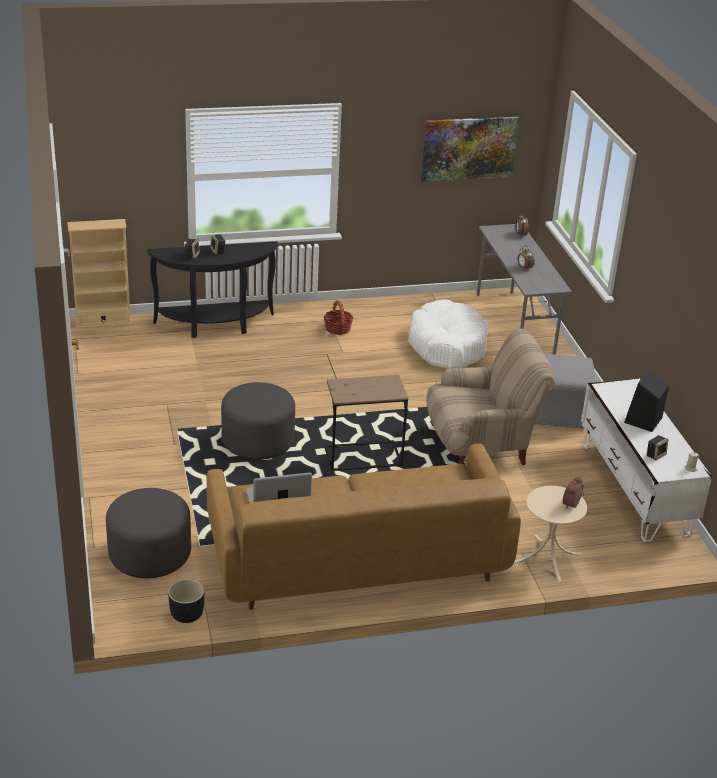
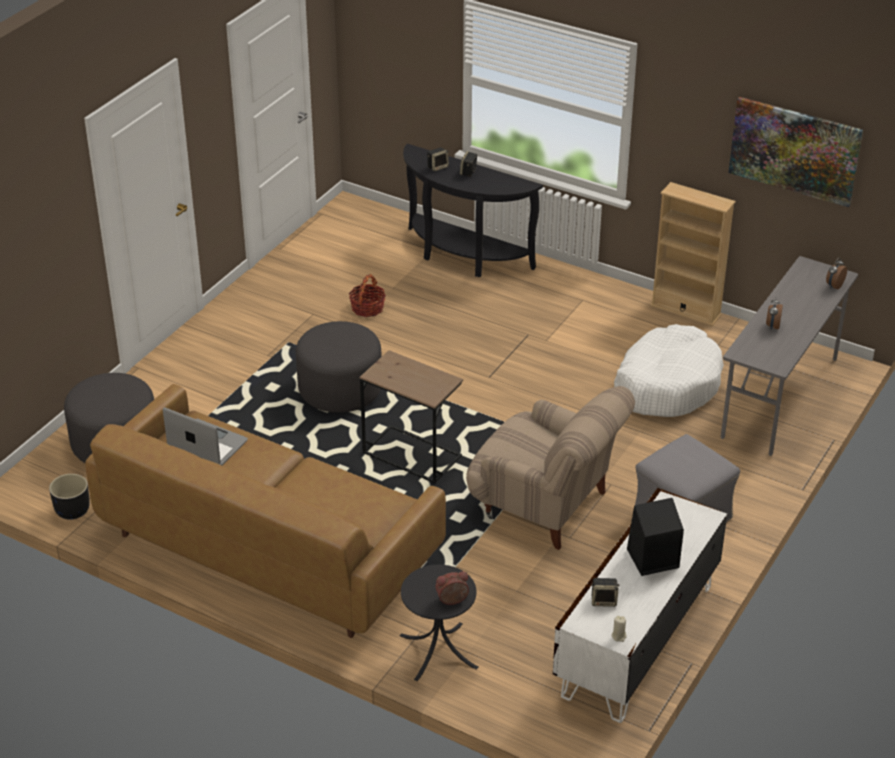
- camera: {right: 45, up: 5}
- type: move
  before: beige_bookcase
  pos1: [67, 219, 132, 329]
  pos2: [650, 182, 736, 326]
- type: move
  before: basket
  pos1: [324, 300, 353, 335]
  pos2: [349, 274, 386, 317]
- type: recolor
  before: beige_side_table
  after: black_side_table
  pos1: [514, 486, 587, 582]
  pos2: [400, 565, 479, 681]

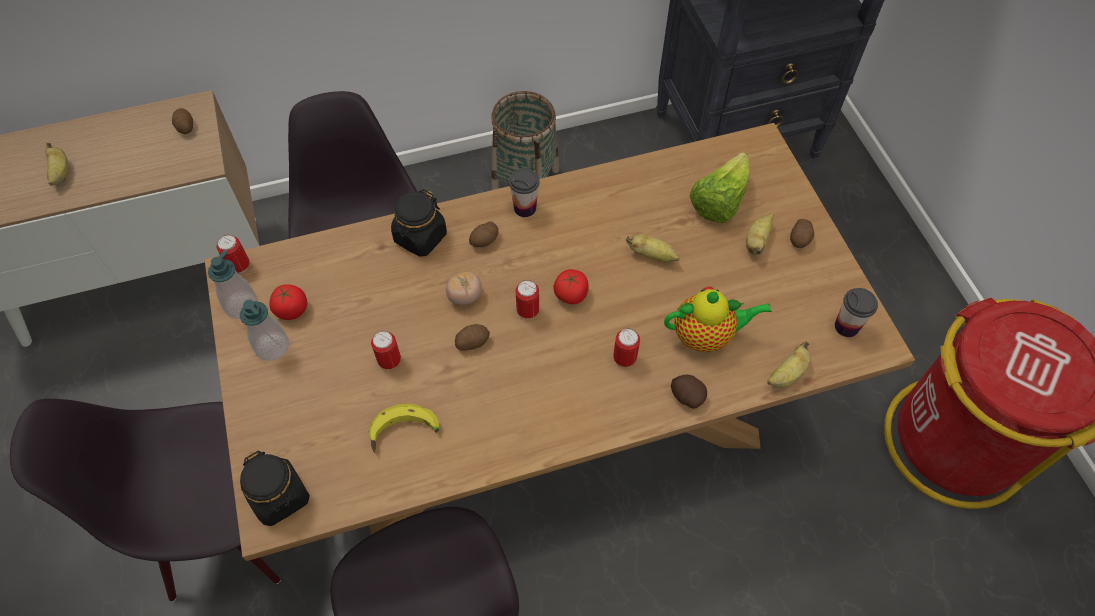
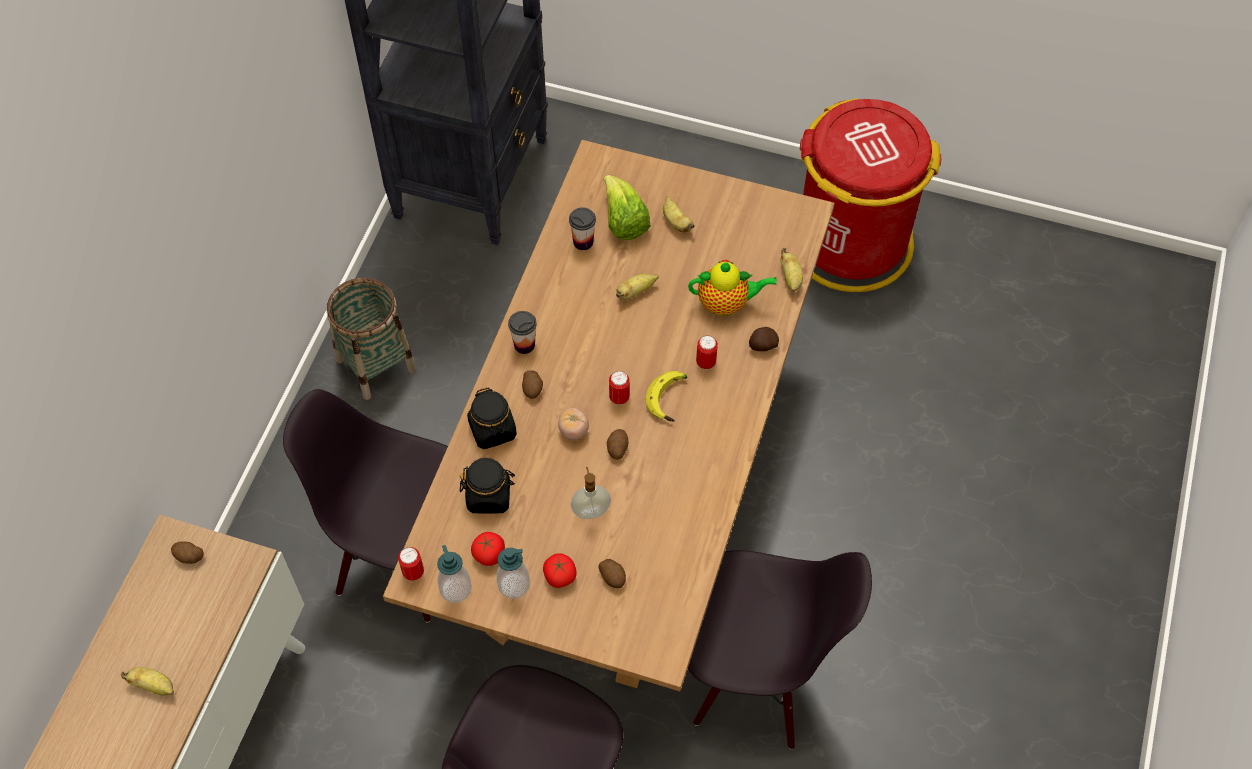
- camera: {right: -55, up: 0}
- type: move
  before: black_jar
  pos1: [240, 451, 310, 526]
  pos2: [460, 458, 515, 514]
- type: move
  before: banana
  pos1: [369, 404, 439, 453]
  pos2: [645, 371, 687, 421]
- type: move
  before: tomato
  pos1: [554, 269, 589, 304]
  pos2: [543, 553, 577, 588]
- type: move
  before: potato
  pos1: [790, 219, 814, 248]
  pos2: [598, 559, 626, 588]
- type: move
  before: cup
  pos1: [835, 288, 878, 337]
  pos2: [569, 207, 596, 250]
- type: replace
  before: can
  after: soap_dispenser
  pos1: [371, 331, 401, 369]
  pos2: [571, 467, 611, 519]
- type: rotate
  before: teapot
  pos1: [664, 287, 772, 352]
  pos2: [688, 260, 777, 316]
  turn: 60

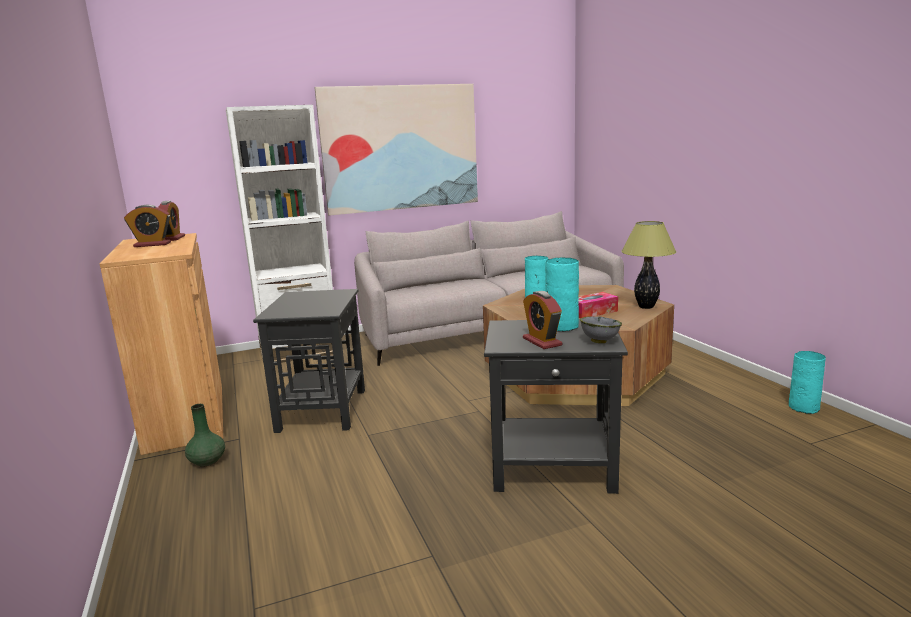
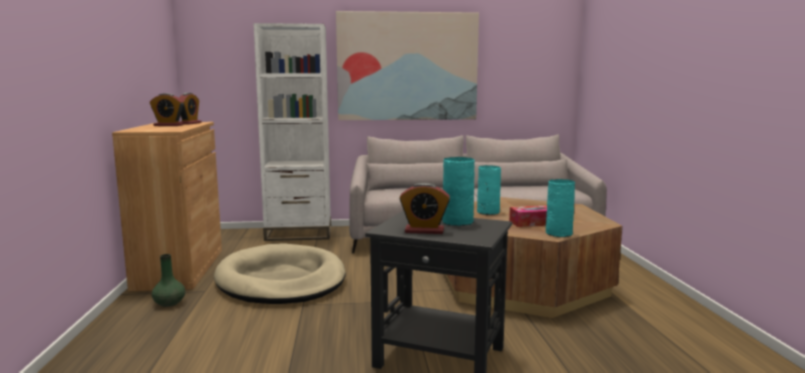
- camera: {right: 15, up: -5}
- type: delete
  before: grey_bowl
  pos1: [580, 317, 622, 343]
- type: delete
  before: table_lamp
  pos1: [621, 221, 676, 309]
- type: move
  before: turquoise_vase
  pos1: [789, 351, 826, 414]
  pos2: [546, 179, 575, 237]
- type: replace
  before: black_side_table
  after: beige_dog_bed
  pos1: [253, 289, 365, 433]
  pos2: [214, 243, 346, 304]
- type: rotate
  before: alarm_clock
  pos1: [523, 291, 562, 349]
  pos2: [399, 183, 450, 234]
  turn: -75

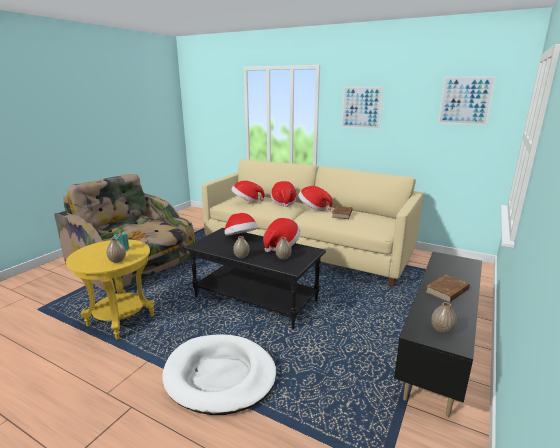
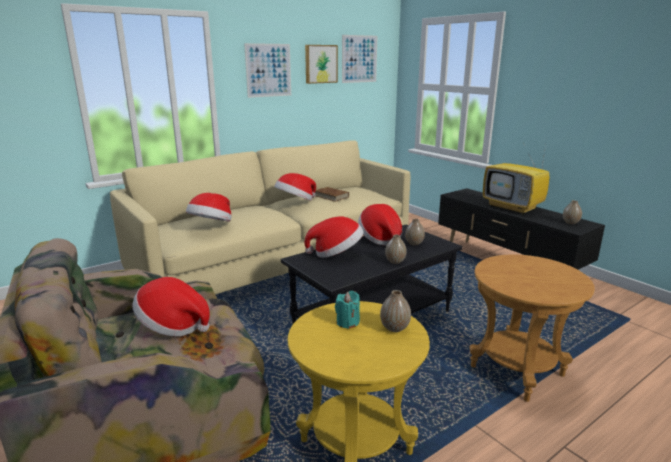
- camera: {right: -65, up: 0}
- type: insert
  after: picture
  pos2: [305, 45, 338, 84]
- type: move
  before: hat
  pos1: [271, 181, 297, 207]
  pos2: [132, 277, 210, 336]
- type: replace
  before: white_dog_bed
  after: brown_side_table
  pos1: [162, 334, 277, 415]
  pos2: [469, 255, 595, 402]
- type: replace
  before: brown_book
  after: television
  pos1: [426, 274, 470, 302]
  pos2: [483, 142, 550, 214]

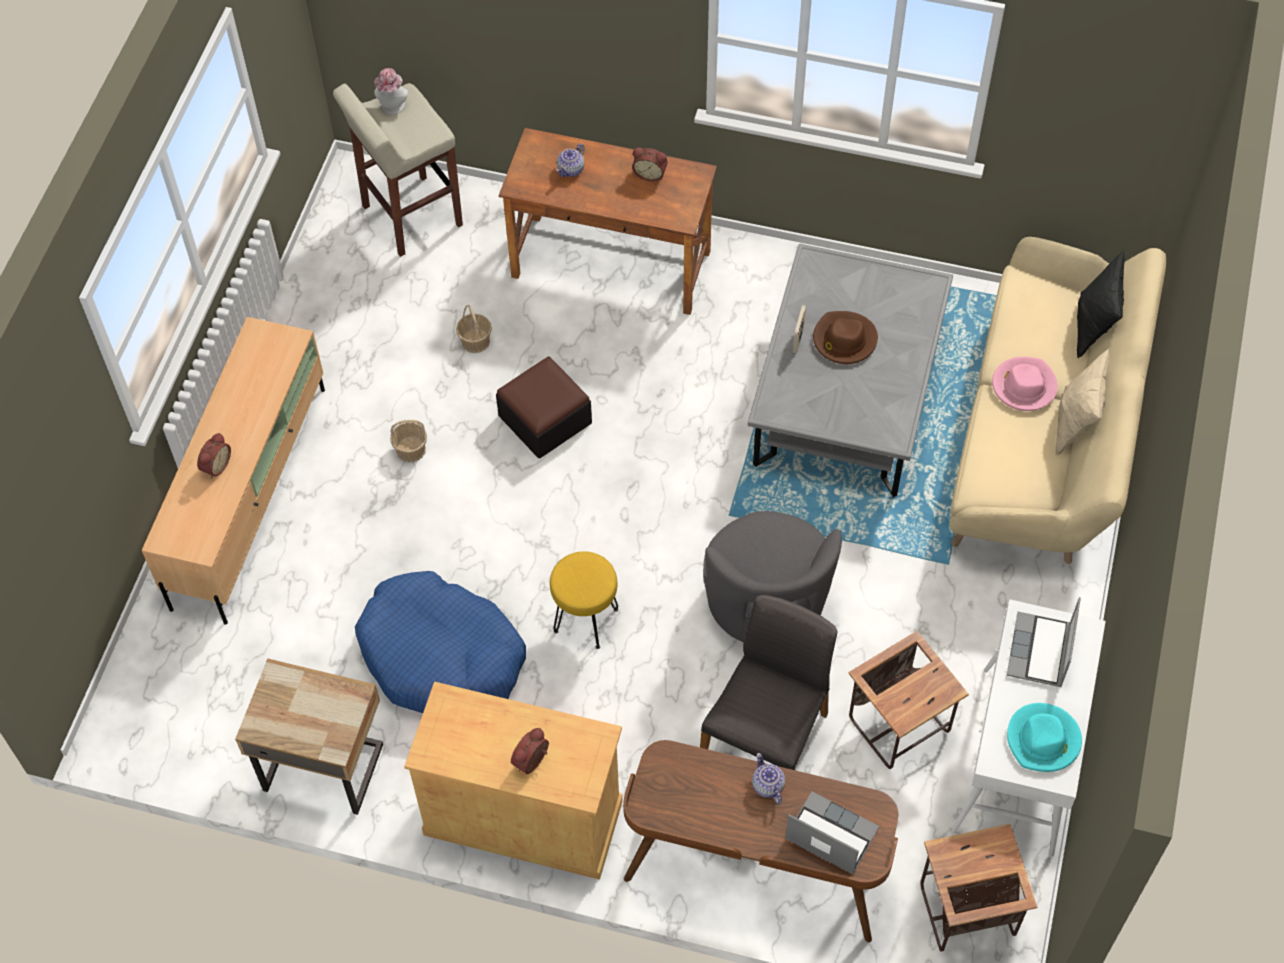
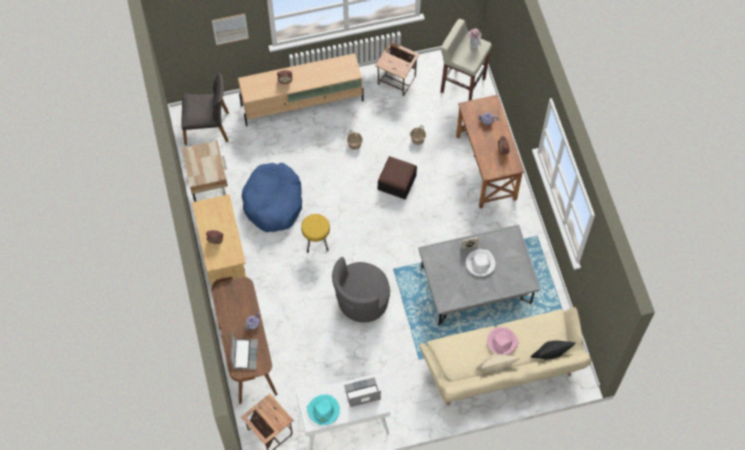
- camera: {right: 60, up: 5}
- type: insert
  after: picture
  pos2: [212, 14, 249, 45]
- type: move
  before: grey_chair
  pos1: [700, 595, 837, 770]
  pos2: [181, 73, 229, 145]
- type: move
  before: side_table
  pos1: [849, 631, 969, 769]
  pos2: [375, 41, 420, 96]
- type: recolor
  before: brown_hat
  after: white_hat
  pos1: [813, 311, 878, 364]
  pos2: [466, 249, 495, 276]

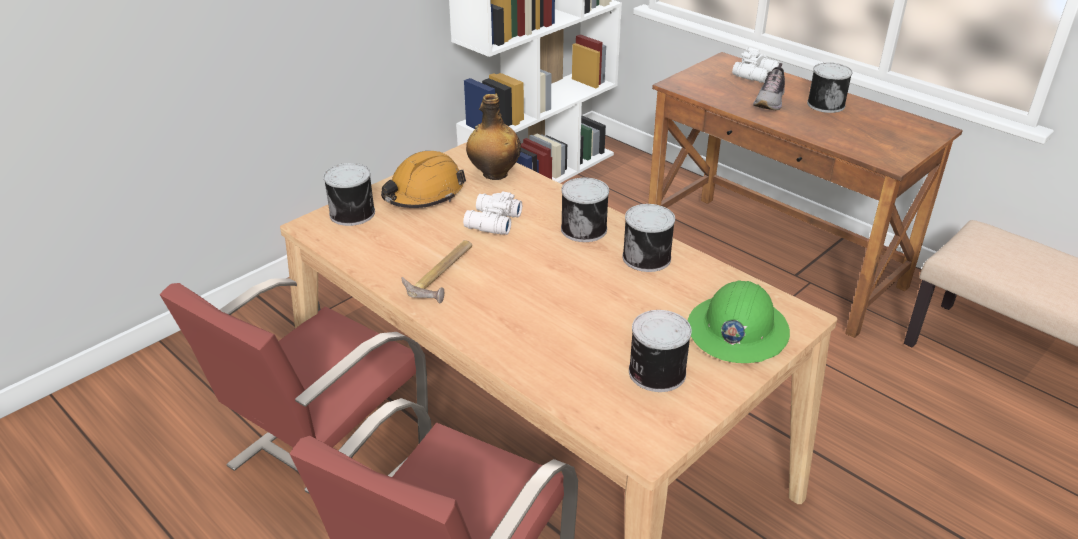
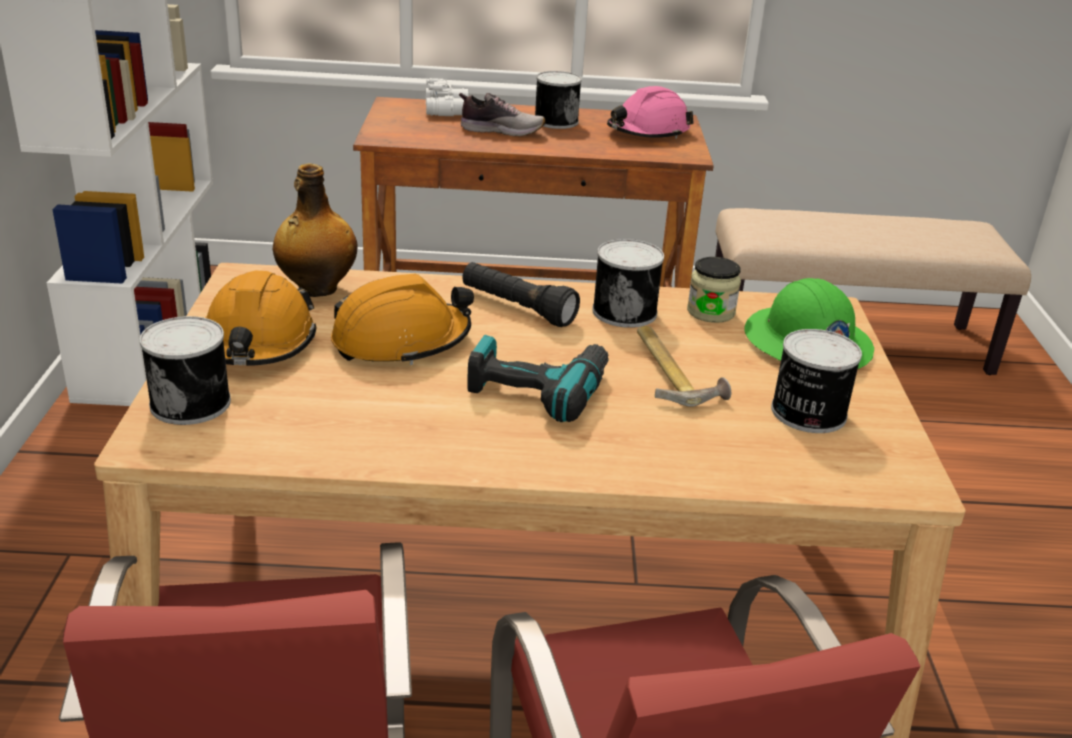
- camera: {right: -45, up: -5}
- type: insert
  after: power_drill
  pos2: [467, 335, 609, 422]
- type: insert
  after: pink_hard_hat
  pos2: [607, 86, 694, 139]
- type: insert
  after: jar
  pos2: [687, 257, 741, 323]
- type: move
  before: hammer
  pos1: [402, 240, 472, 303]
  pos2: [637, 326, 731, 407]
- type: replace
  before: white_binoculars
  after: orange_hard_hat
  pos1: [463, 191, 522, 235]
  pos2: [331, 274, 474, 365]
- type: replace
  before: can
  after: black_flashlight
  pos1: [561, 177, 609, 242]
  pos2: [462, 262, 580, 327]
- type: rotate
  before: shoe
  pos1: [753, 63, 785, 110]
  pos2: [459, 93, 545, 137]
  turn: -60

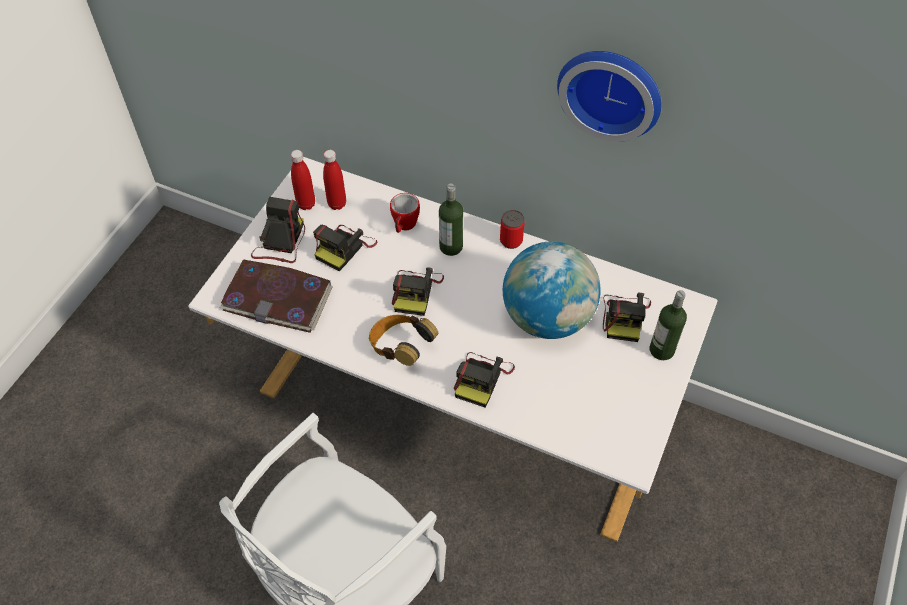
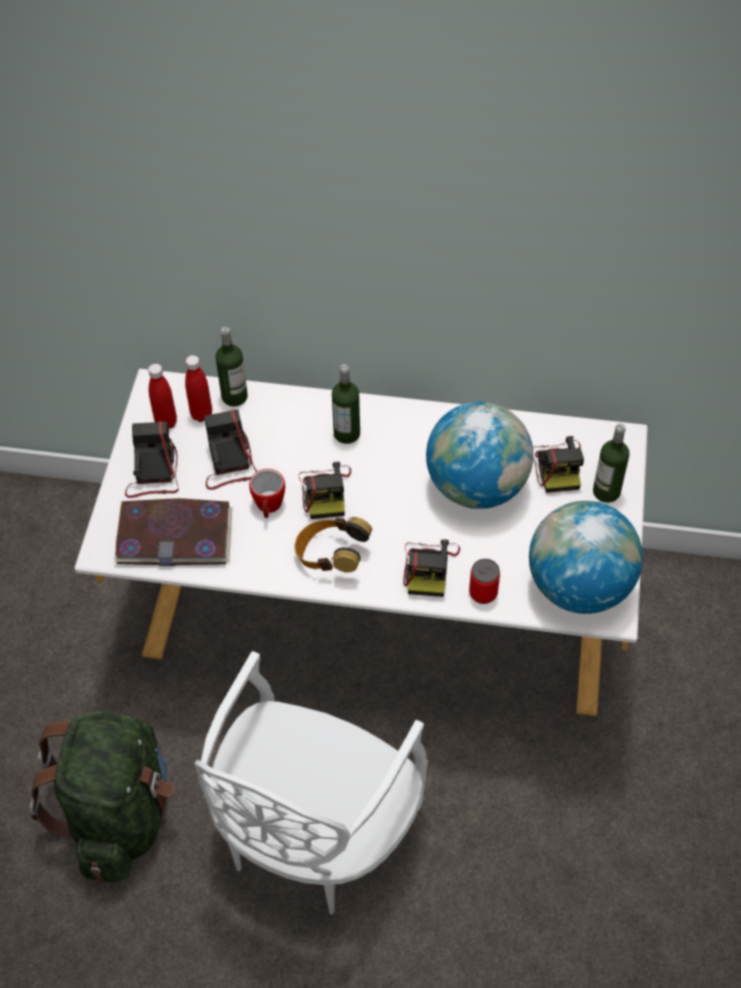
- camera: {right: -15, up: 0}
- type: delete
  before: wall_clock
  pos1: [557, 51, 661, 142]
- type: insert
  after: green_backpack
  pos2: [29, 711, 175, 882]
- type: insert
  after: bottle
  pos2: [216, 327, 248, 407]
- type: insert
  after: globe
  pos2: [529, 501, 643, 614]
- type: move
  before: mug
  pos1: [390, 193, 420, 233]
  pos2: [249, 469, 285, 518]
- type: move
  before: can
  pos1: [500, 210, 525, 249]
  pos2: [469, 559, 500, 604]
- type: rotate
  before: photo_camera
  pos1: [313, 224, 377, 271]
  pos2: [204, 410, 257, 490]
  turn: 150

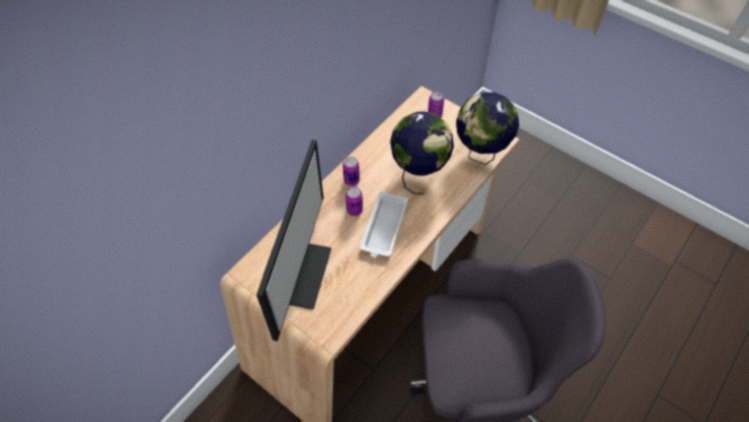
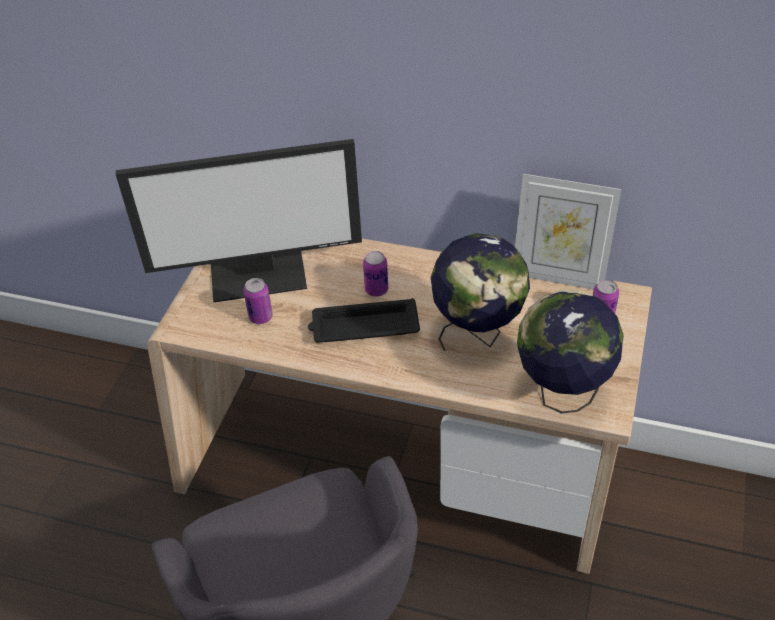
- camera: {right: 70, up: -10}
- type: insert
  after: picture_frame
  pos2: [515, 174, 621, 290]
- type: move
  before: can
  pos1: [343, 157, 360, 186]
  pos2: [243, 278, 273, 324]
- type: recolor
  before: white_tray
  after: black_tray
  pos1: [360, 192, 408, 257]
  pos2: [308, 298, 420, 342]

